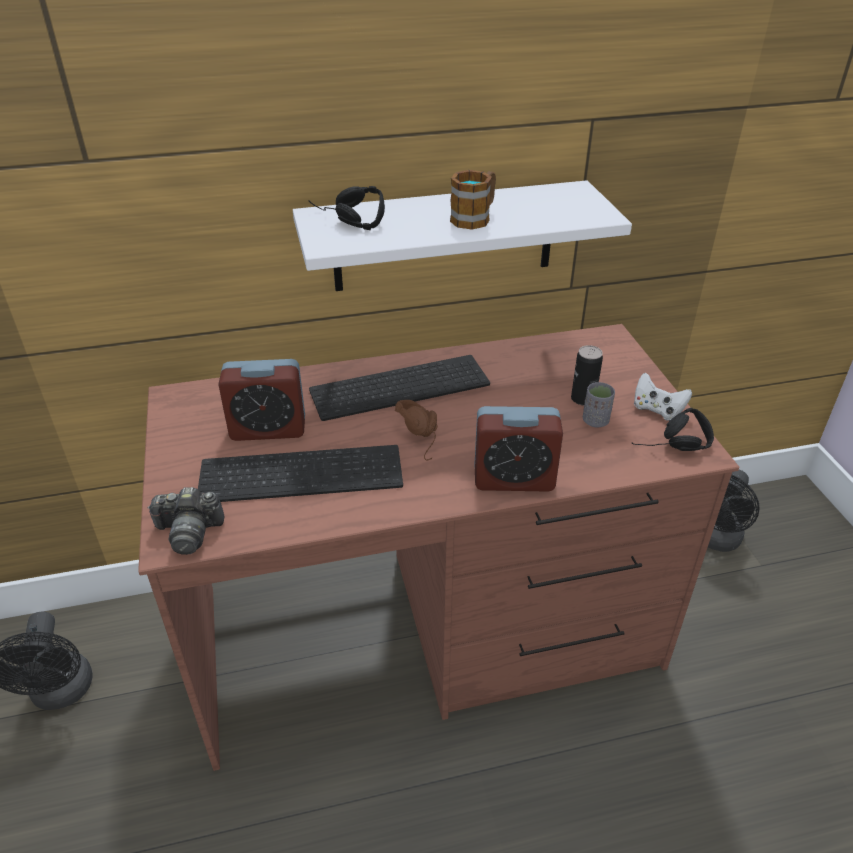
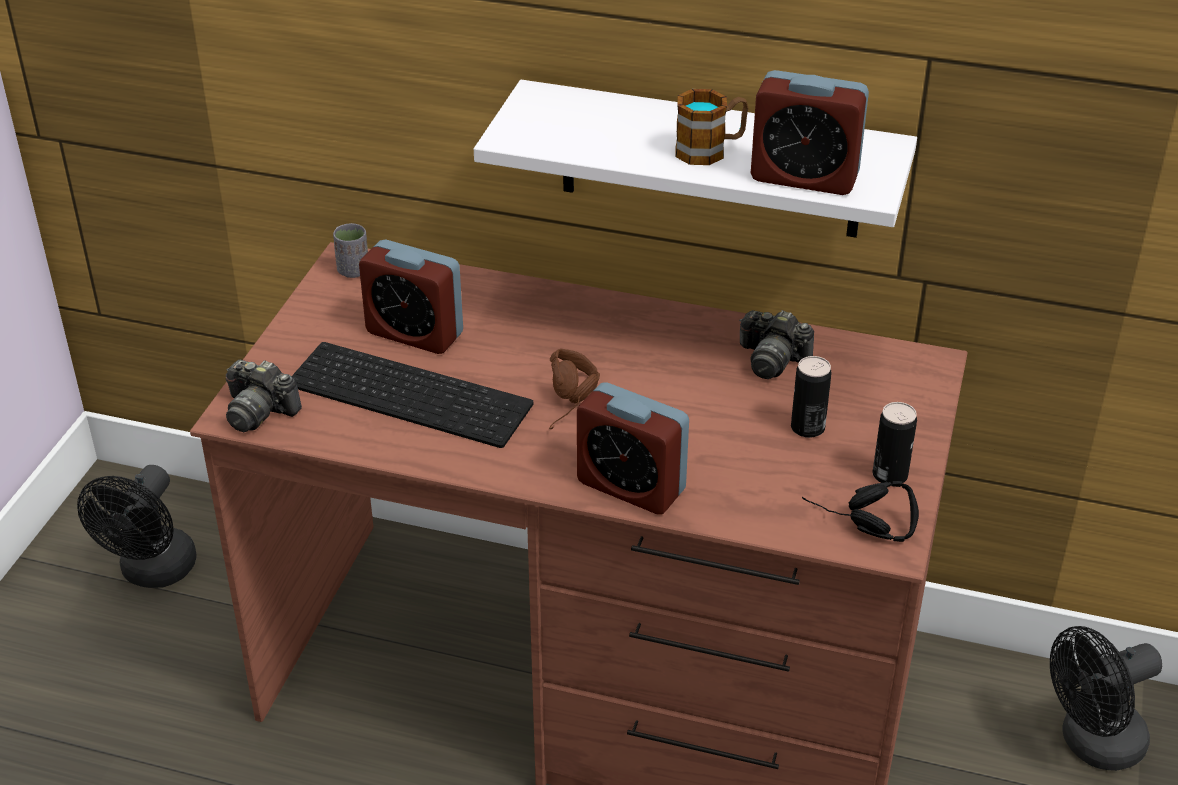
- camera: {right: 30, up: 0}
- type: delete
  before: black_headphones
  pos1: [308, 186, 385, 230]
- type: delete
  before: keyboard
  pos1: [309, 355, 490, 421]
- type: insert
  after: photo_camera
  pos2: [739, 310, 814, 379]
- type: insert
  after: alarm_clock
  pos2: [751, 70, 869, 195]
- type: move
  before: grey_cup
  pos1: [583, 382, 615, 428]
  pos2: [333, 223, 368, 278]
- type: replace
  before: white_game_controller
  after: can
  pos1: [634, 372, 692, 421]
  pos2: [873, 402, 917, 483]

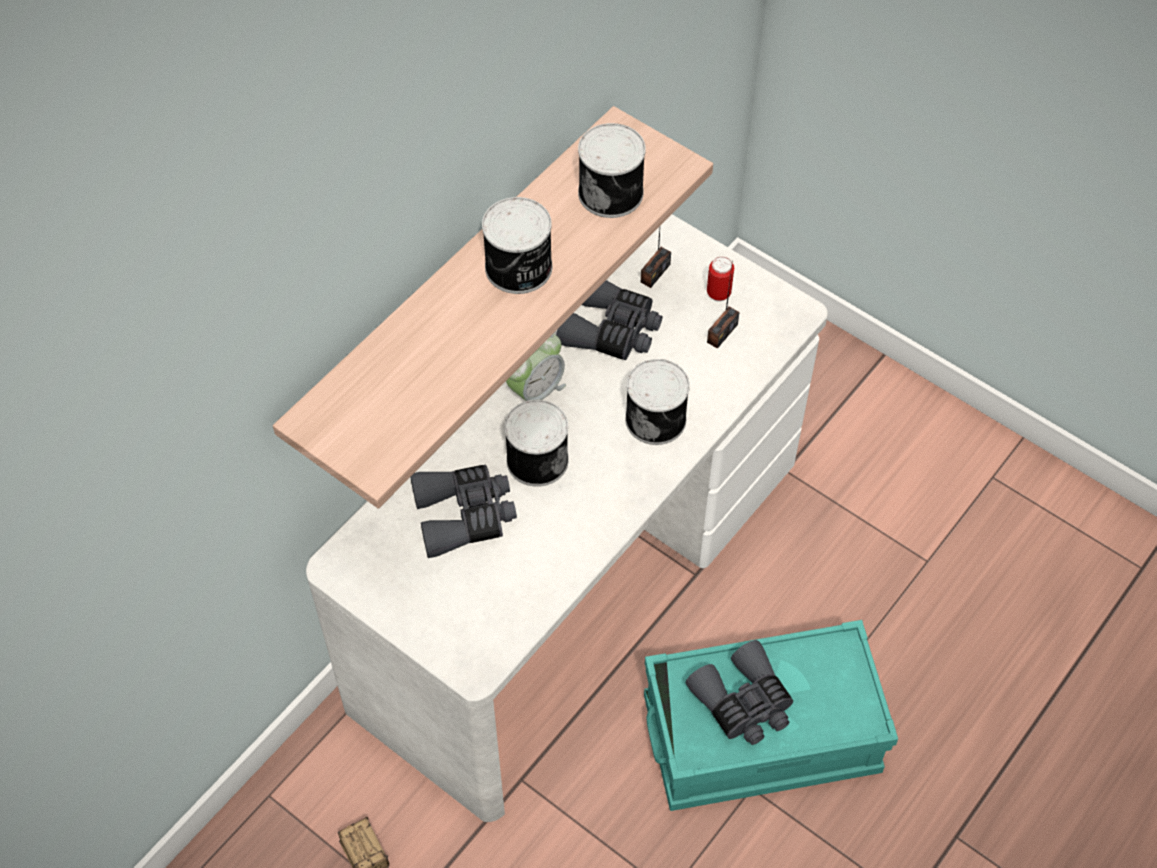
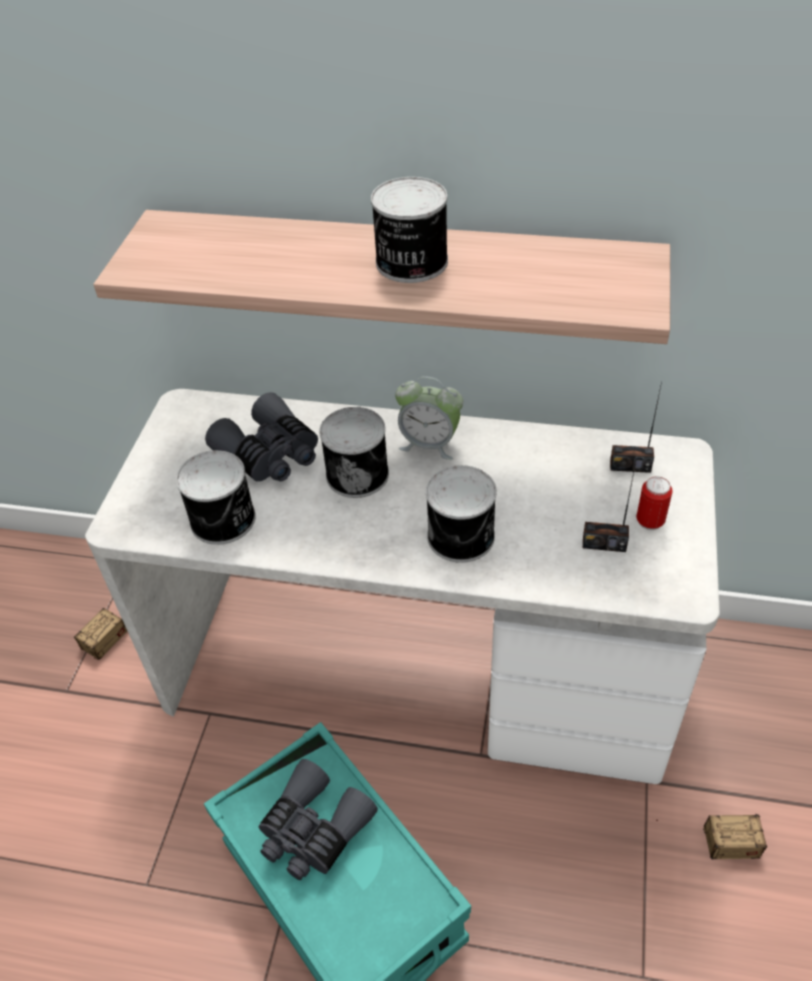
- camera: {right: 65, up: -10}
- type: delete
  before: grey_binoculars
  pos1: [556, 280, 662, 360]
- type: insert
  after: storage_box
  pos2: [656, 814, 767, 859]
- type: move
  before: can
  pos1: [578, 123, 646, 218]
  pos2: [176, 450, 256, 545]

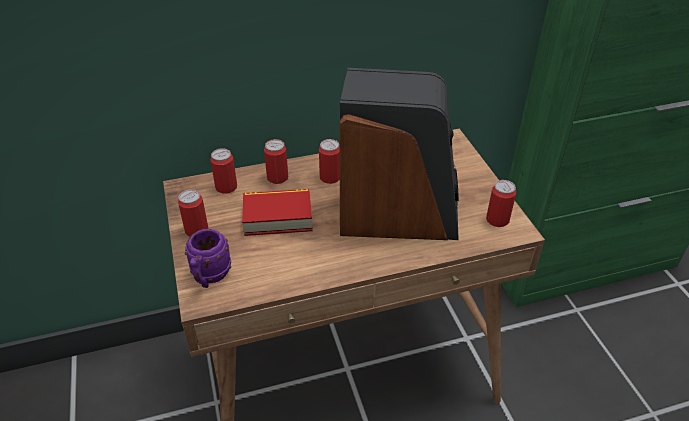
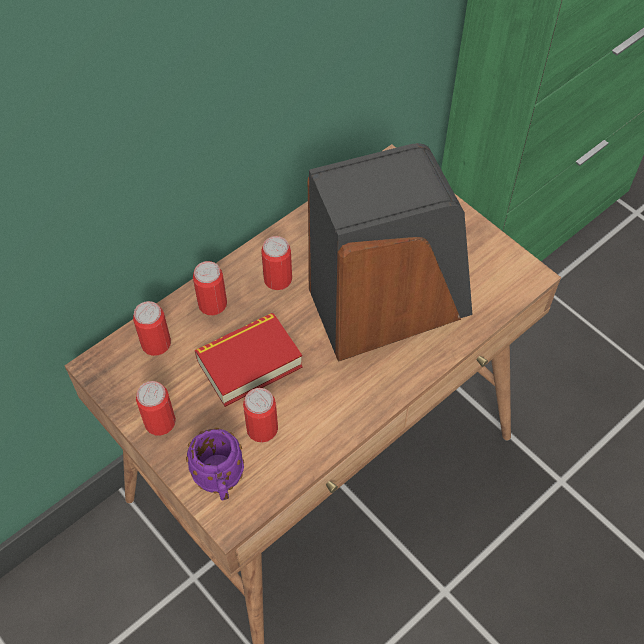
- camera: {right: -25, up: 15}
- type: move
  before: can
  pos1: [486, 180, 516, 227]
  pos2: [243, 388, 278, 443]

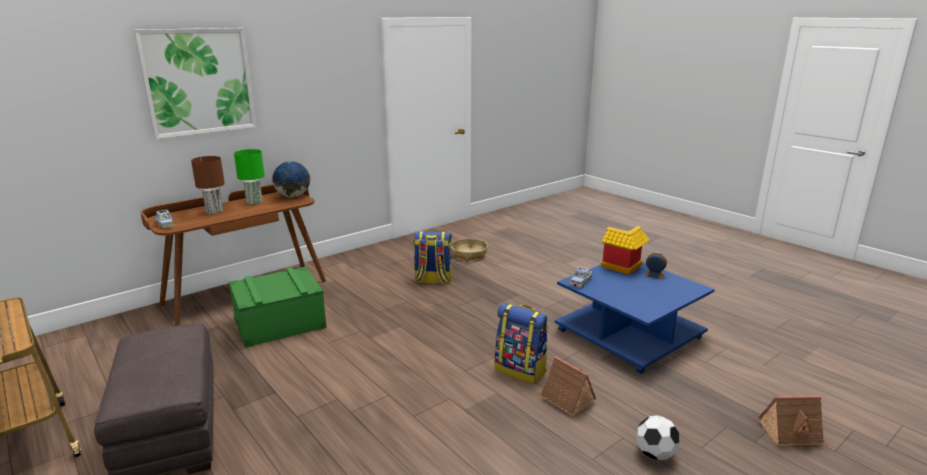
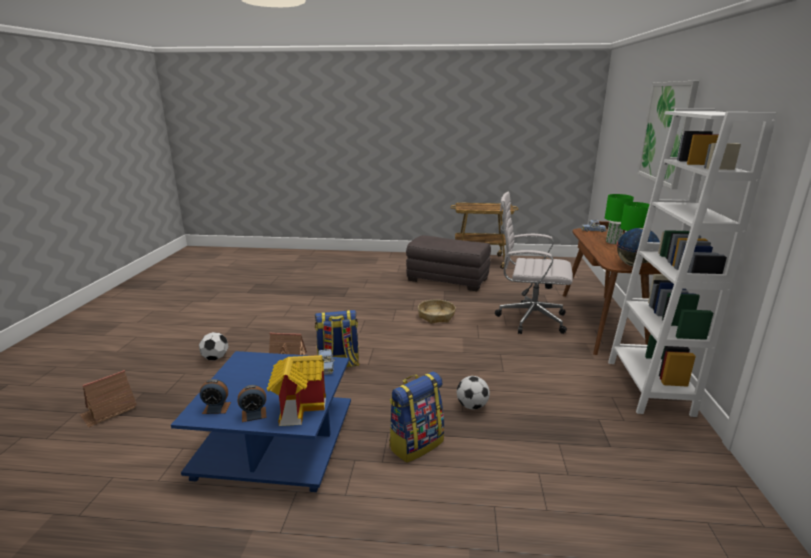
- camera: {right: 135, up: 0}
- type: insert
  after: alarm_clock
  pos2: [200, 379, 231, 414]
- type: insert
  after: football
  pos2: [457, 376, 490, 409]
- type: insert
  after: white_bookcase
  pos2: [608, 108, 778, 417]
- type: move
  before: backpack
  pos1: [413, 231, 452, 284]
  pos2: [389, 371, 444, 463]
- type: move
  before: basket
  pos1: [451, 238, 488, 261]
  pos2: [418, 300, 456, 324]
- type: replace
  before: green_storage_box
  after: white_office_chair
  pos1: [229, 267, 327, 348]
  pos2: [495, 192, 573, 334]
- type: recolor
  before: brown_table_lamp
  after: green_table_lamp
  pos1: [191, 156, 225, 214]
  pos2: [605, 194, 634, 244]

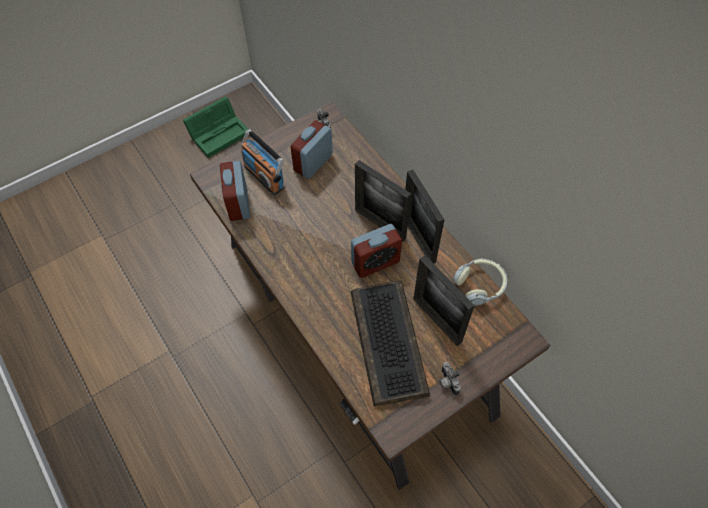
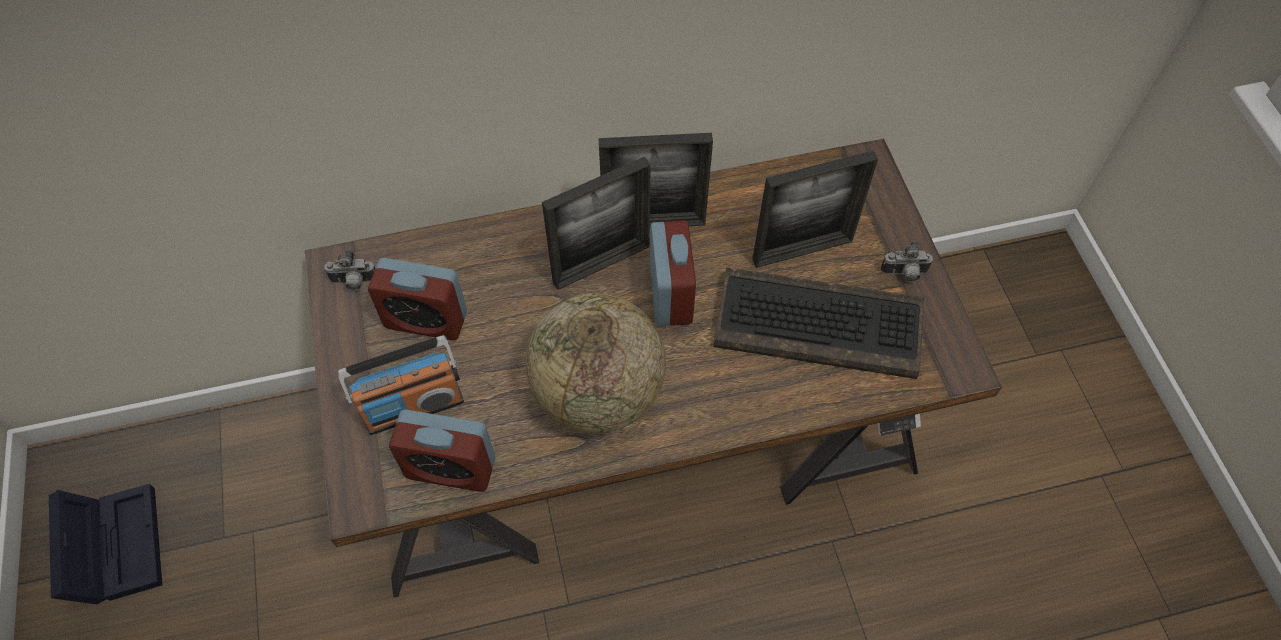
- camera: {right: -70, up: 0}
- type: delete
  before: headphones
  pos1: [453, 259, 507, 305]
- type: insert
  after: globe
  pos2: [525, 293, 666, 434]
- type: recolor
  before: green_storage_box
  after: black_storage_box
  pos1: [183, 96, 249, 158]
  pos2: [49, 484, 162, 604]
- type: rotate
  before: alarm_clock
  pos1: [291, 120, 333, 179]
  pos2: [368, 258, 467, 340]
  turn: -45

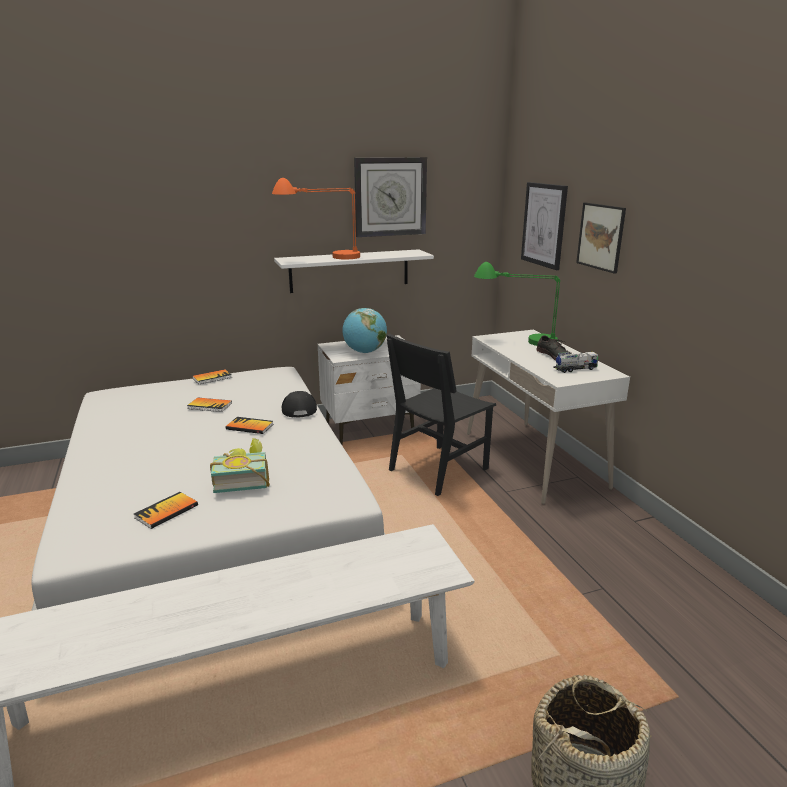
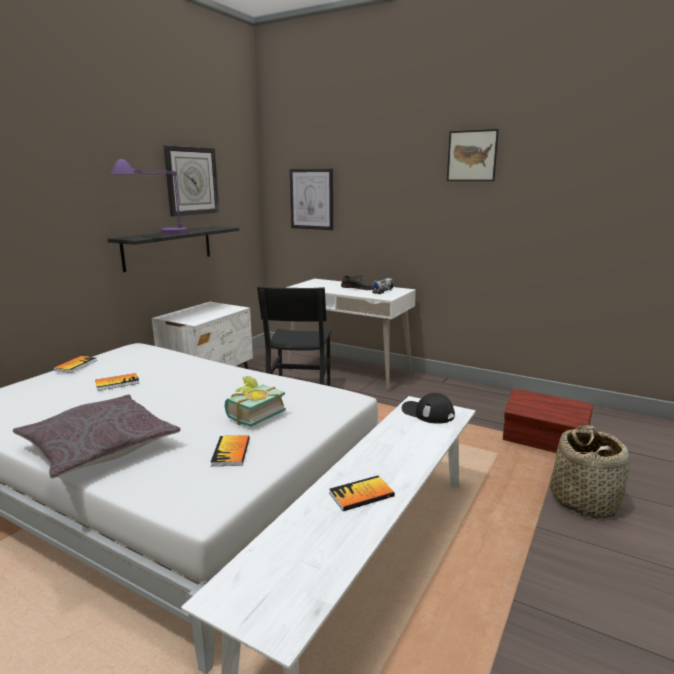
- camera: {right: -40, up: -5}
- type: delete
  before: globe
  pos1: [342, 308, 387, 353]
- type: delete
  before: green_table_lamp
  pos1: [474, 262, 560, 346]
- type: insert
  after: grey_pillow
  pos2: [13, 395, 181, 479]
- type: insert
  after: brown_storage_box
  pos2: [503, 388, 593, 453]
- type: move
  before: book
  pos1: [225, 417, 273, 434]
  pos2: [329, 476, 395, 511]
- type: move
  before: black_cap
  pos1: [282, 391, 317, 418]
  pos2: [402, 393, 455, 424]
- type: move
  before: picture
  pos1: [576, 203, 626, 274]
  pos2: [447, 129, 499, 181]
- type: recolor
  before: orange_table_lamp
  after: purple_table_lamp
  pos1: [272, 178, 360, 259]
  pos2: [111, 159, 187, 234]
- type: recolor
  before: white_shelf
  after: black_shelf
  pos1: [274, 249, 434, 293]
  pos2: [107, 226, 239, 272]

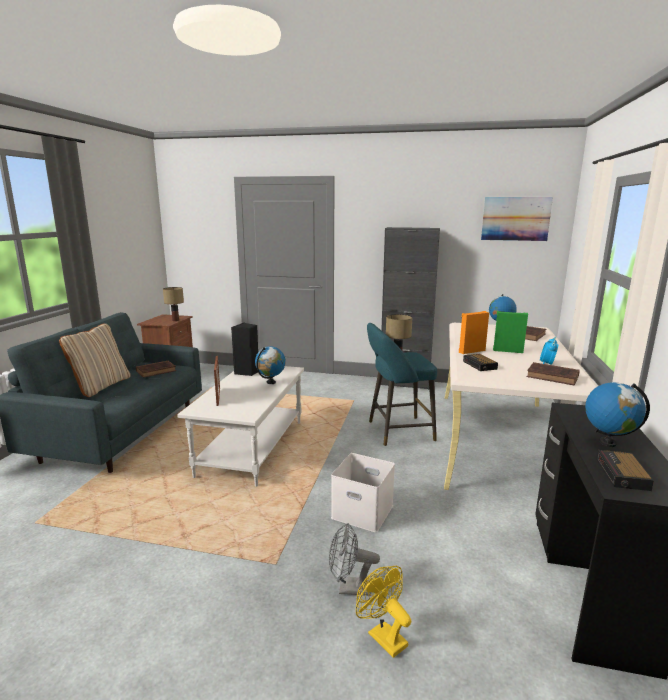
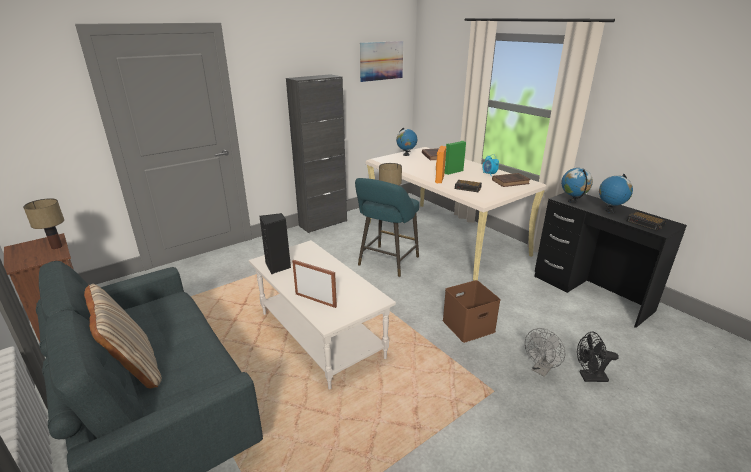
- camera: {right: -50, up: 10}
- type: delete
  before: brown_book
  pos1: [136, 361, 176, 378]
- type: move
  before: globe
  pos1: [255, 346, 286, 384]
  pos2: [561, 168, 593, 203]
- type: recolor
  before: white_storage_box
  after: brown_storage_box
  pos1: [331, 453, 395, 533]
  pos2: [443, 280, 501, 343]
- type: recolor
  before: yellow_fan
  after: black_fan
  pos1: [356, 566, 412, 658]
  pos2: [577, 332, 619, 382]

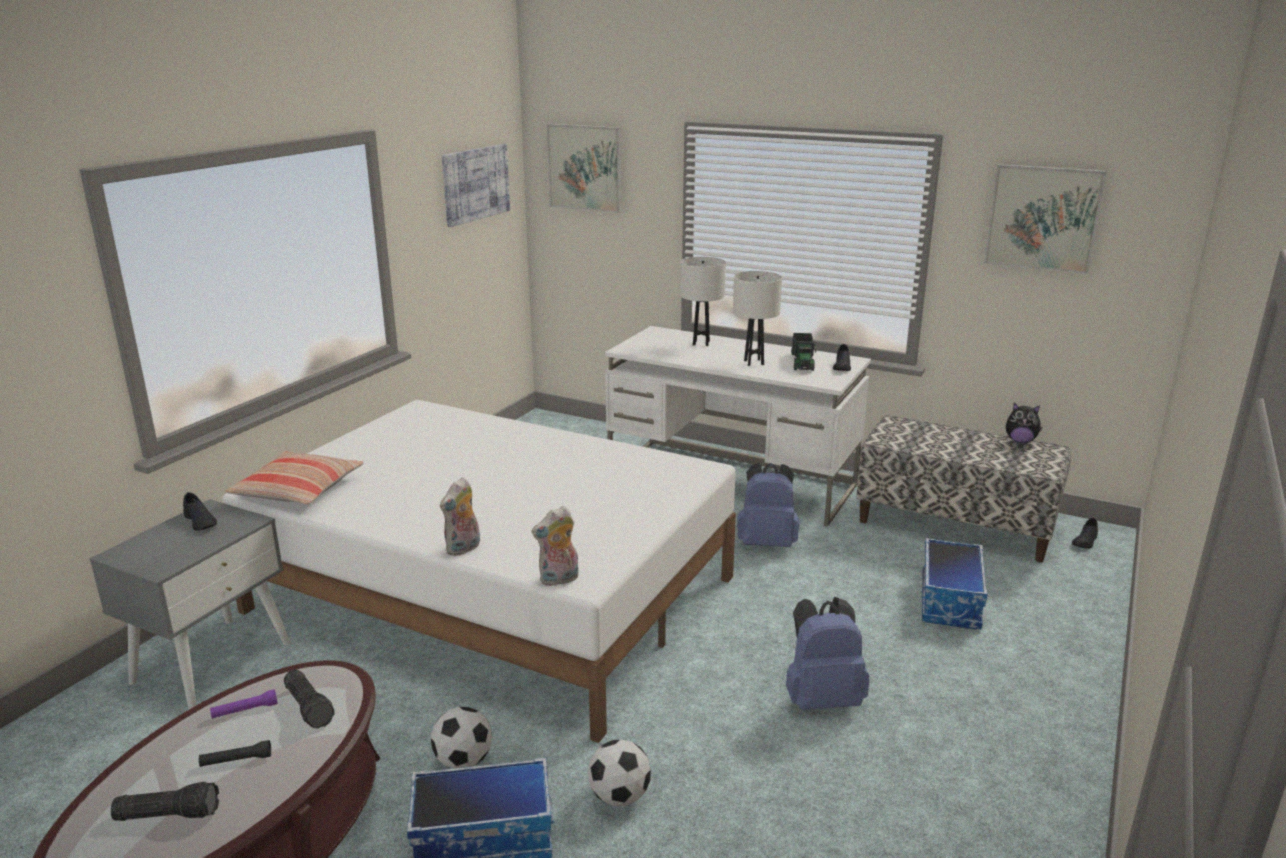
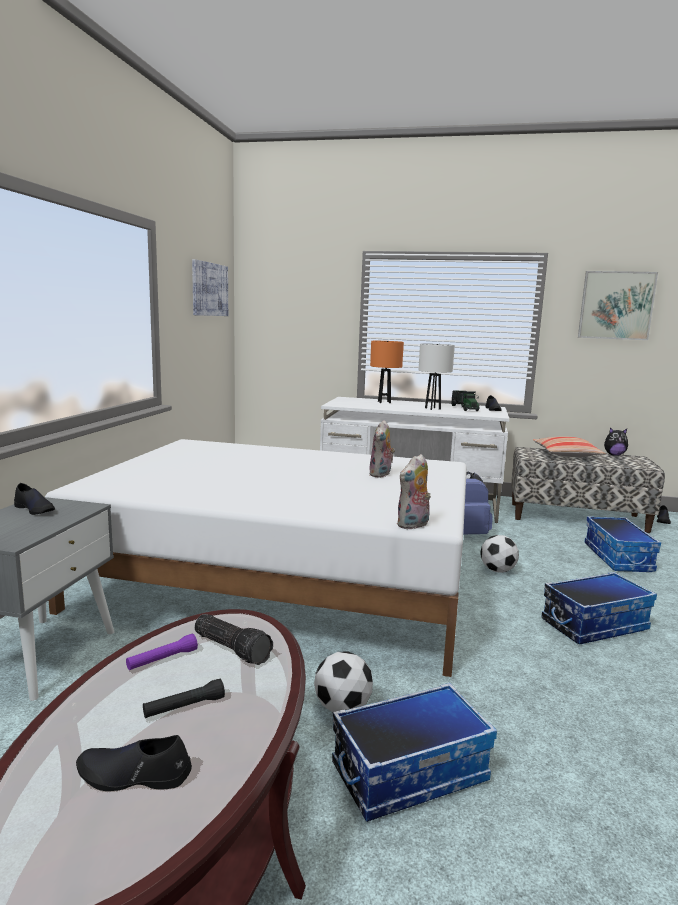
- camera: {right: -15, up: -10}
- type: delete
  before: picture
  pos1: [547, 124, 621, 213]
- type: move
  before: pillow
  pos1: [225, 452, 363, 505]
  pos2: [533, 436, 606, 457]
- type: move
  before: plush_toy
  pos1: [440, 477, 480, 556]
  pos2: [369, 420, 395, 478]
- type: move
  before: football
  pos1: [588, 739, 651, 806]
  pos2: [480, 535, 519, 573]
- type: replace
  before: flashlight
  after: black_shoe
  pos1: [111, 782, 219, 821]
  pos2: [76, 735, 192, 791]
- type: replace
  before: blue_backpack
  after: storage_box
  pos1: [786, 597, 869, 710]
  pos2: [541, 572, 657, 644]
- type: recolor
  before: white_table_lamp
  after: orange_table_lamp
  pos1: [680, 257, 726, 346]
  pos2: [370, 341, 404, 403]

